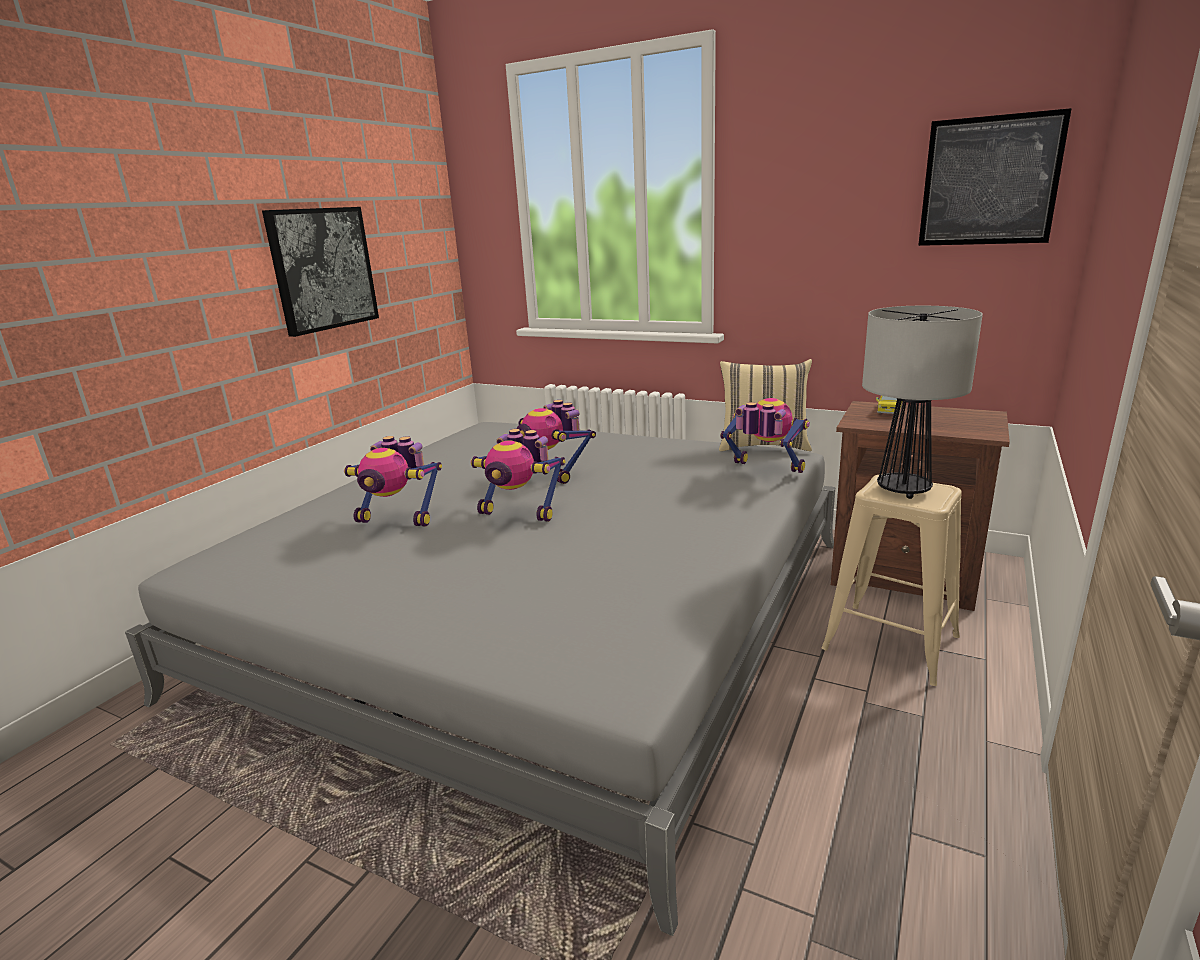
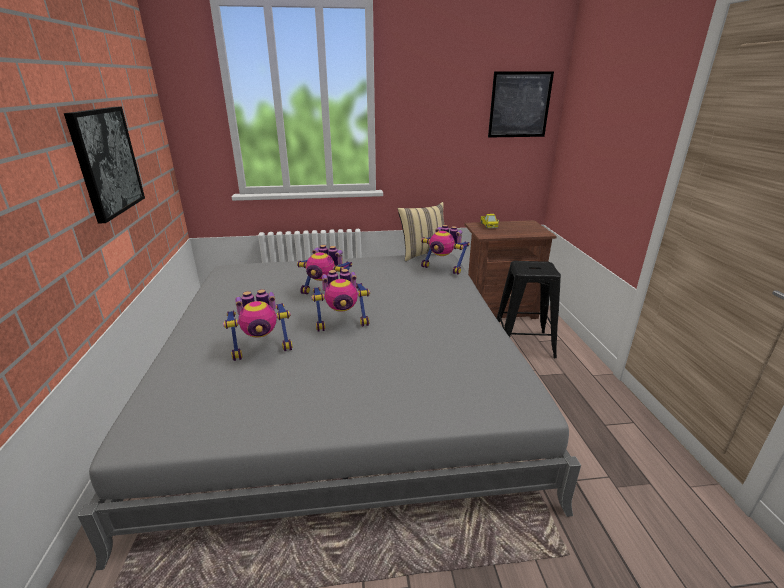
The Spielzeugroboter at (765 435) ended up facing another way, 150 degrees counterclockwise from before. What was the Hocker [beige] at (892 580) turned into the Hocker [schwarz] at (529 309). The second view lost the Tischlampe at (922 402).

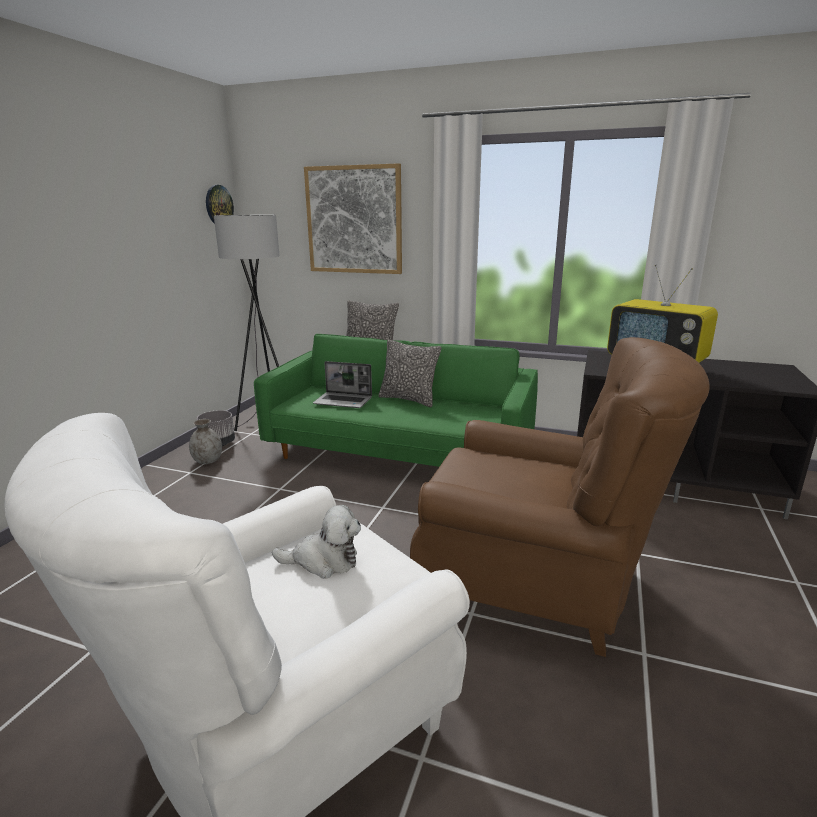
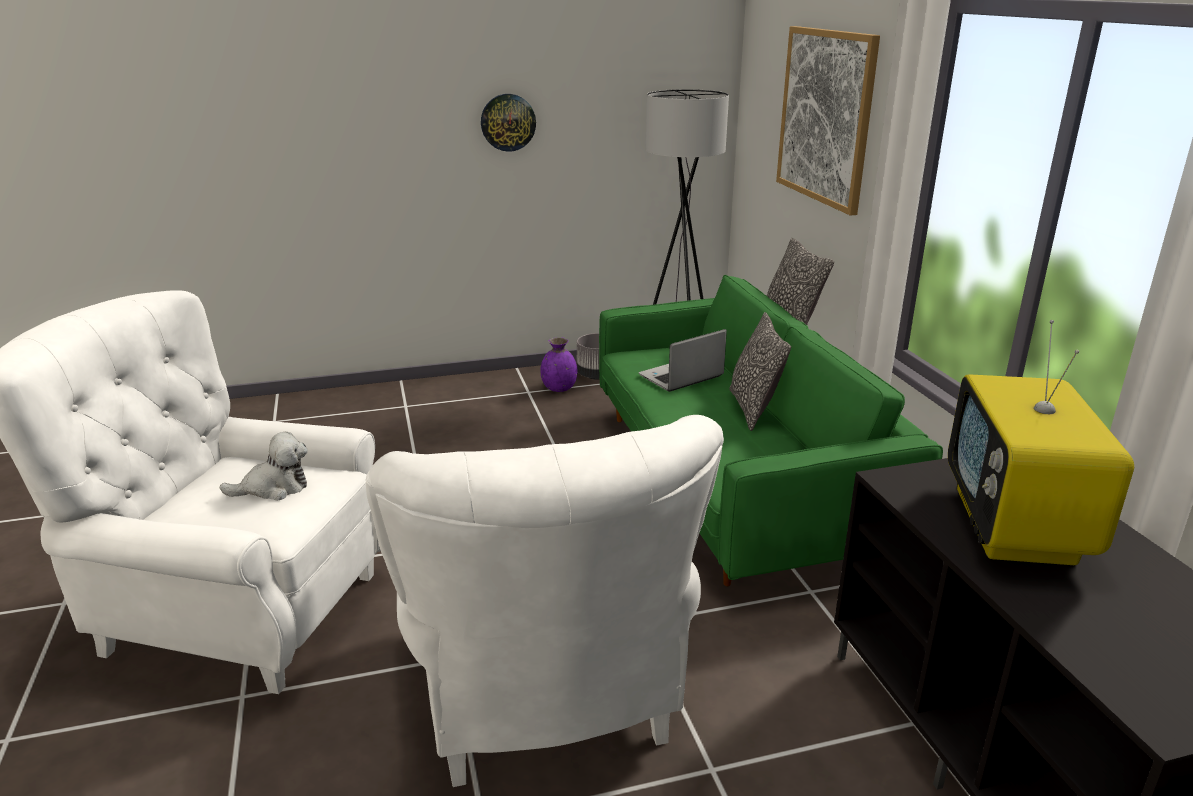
The Plüschtier at (316 542) ended up facing another way, 75 degrees counterclockwise from before. What was the Sessel [braun] at (560 497) turned into the Sessel [weiß] at (544 601). The Wanduhr ended up elsewhere, having gone from (220 204) to (508 123). What was the Vase [grau] at (205 441) turned into the Vase [lila] at (559 364). The Laptop at (342 384) ended up facing another way, 75 degrees clockwise from before.

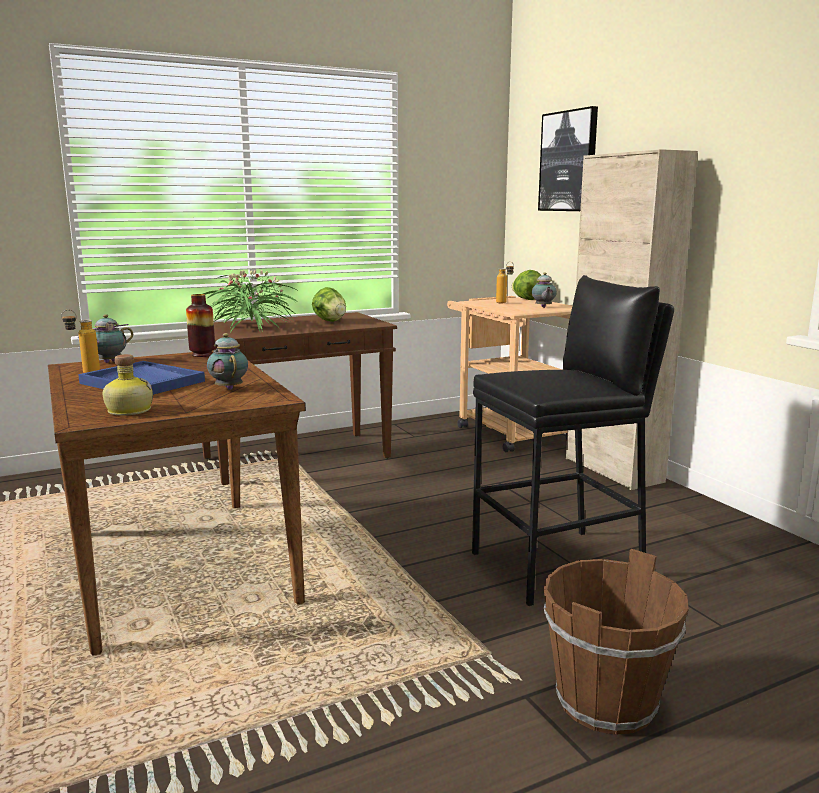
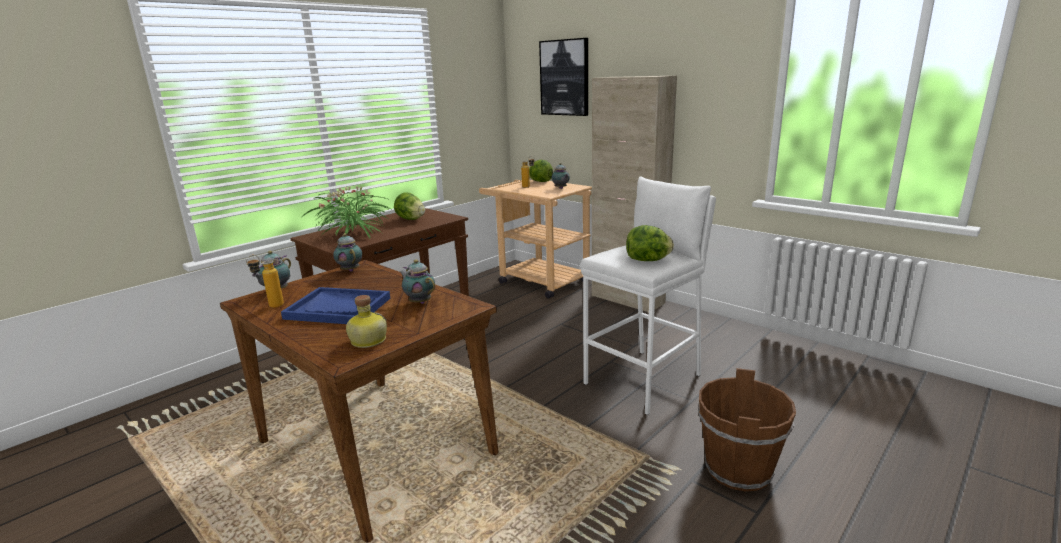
Where the Vase stood at (200 325), the Teekanne came to stand at (347 252). What was the Hocker [schwarz] at (573 440) turned into the Hocker [weiß] at (648 296). The second view gained the Salatkopf at (650 243).

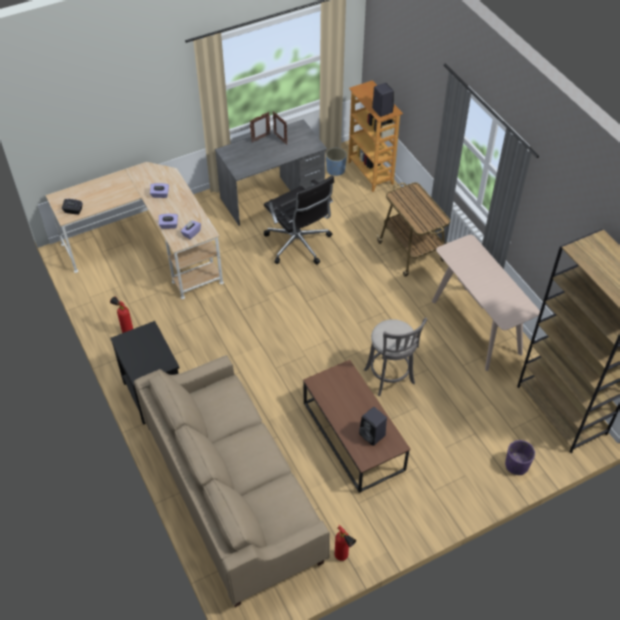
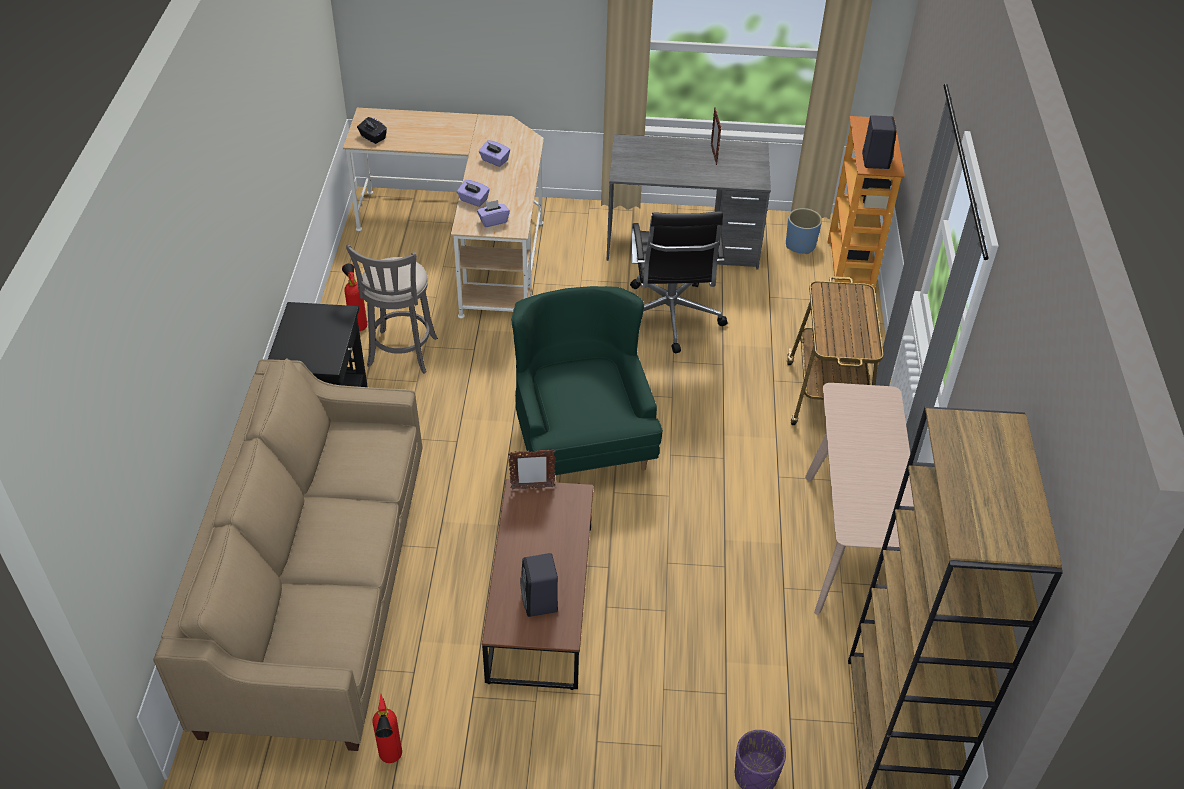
The Hocker [grau] ended up elsewhere, having gone from (395 357) to (392 309). The Bilderrahmen ended up elsewhere, having gone from (260 127) to (532 469). The second view gained the Sessel [grün] at (587 380).

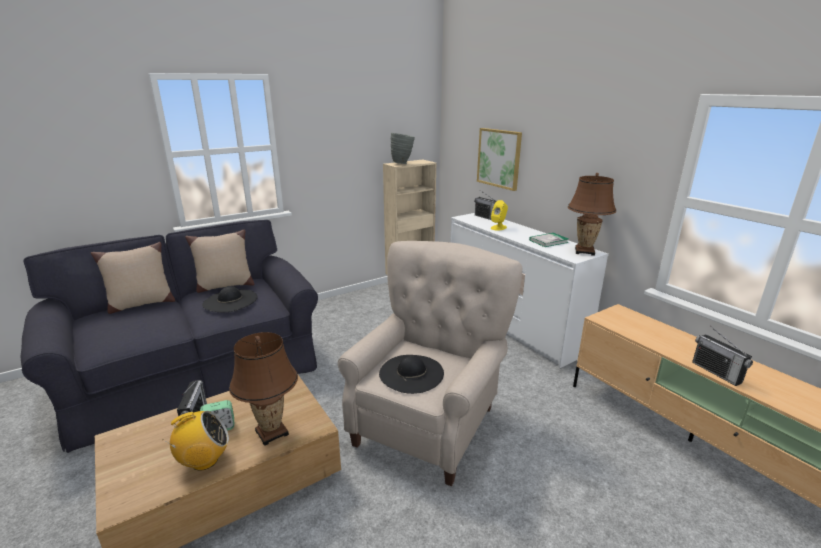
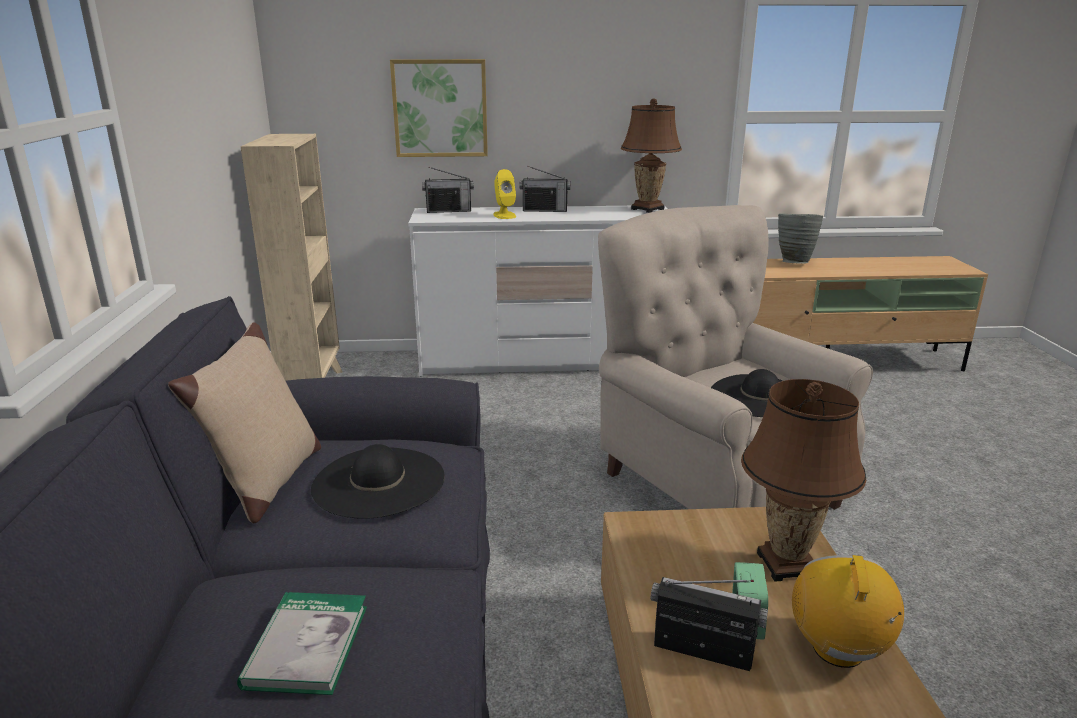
The Buch ended up elsewhere, having gone from (549 240) to (302 643). The Radio ended up elsewhere, having gone from (722 356) to (545 189). The Vase [grau] ended up elsewhere, having gone from (403 148) to (800 238). The second view lost the Kissen [beige] at (133 278).

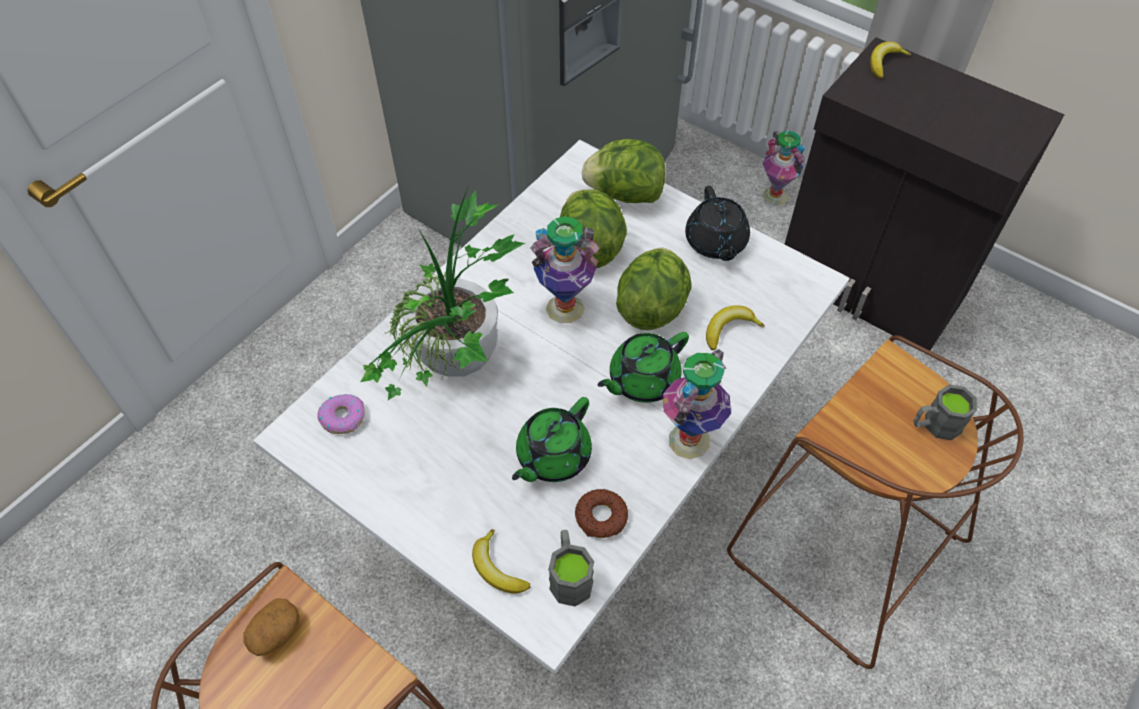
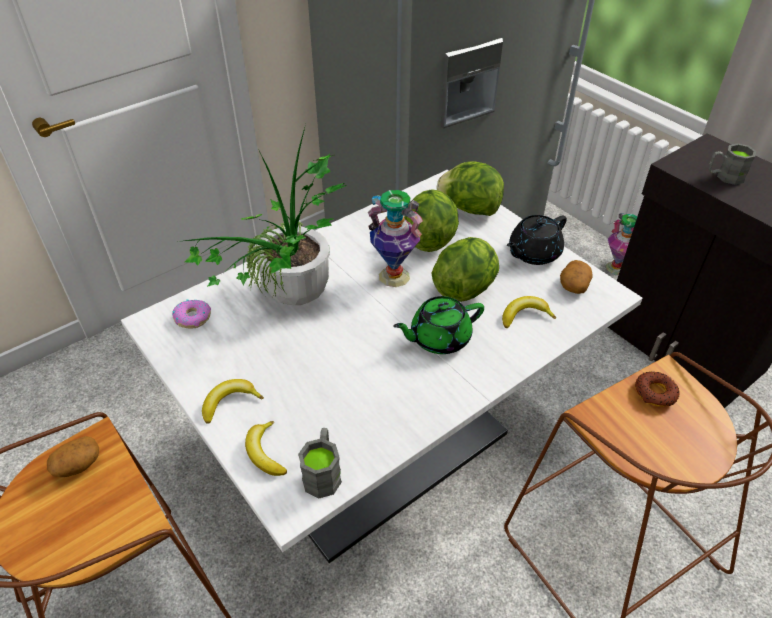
The Banane ended up elsewhere, having gone from (890 60) to (233 401). The Teekanne [schwarz] at (717 223) ended up facing another way, 45 degrees clockwise from before. The second view gained the Kartoffel at (576 277). The Donut ended up elsewhere, having gone from (601 513) to (657 389). The Henkelbecher [grau] ended up elsewhere, having gone from (945 412) to (732 164). The second view lost the Teekanne [grün] at (552 439). The second view lost the Vase at (697 404).

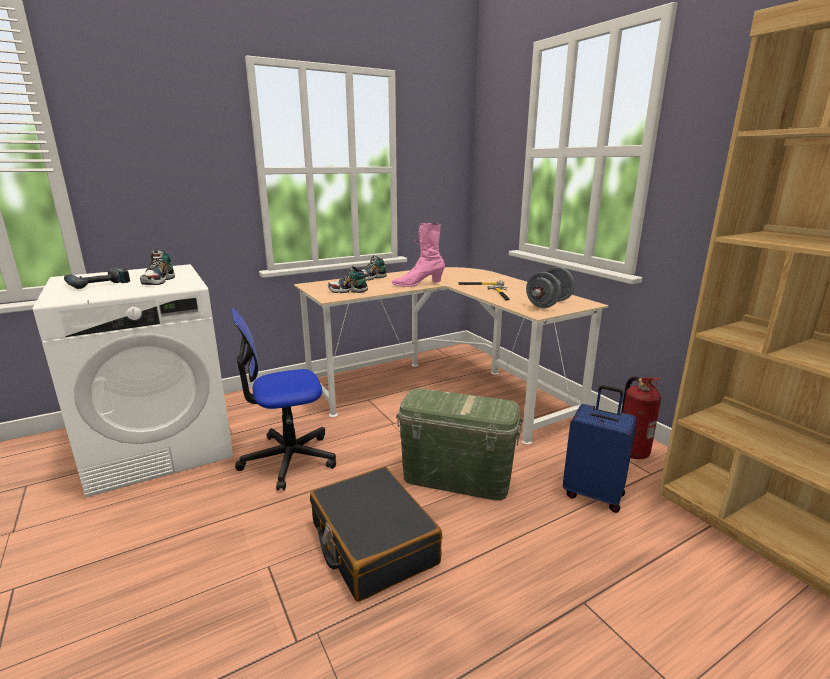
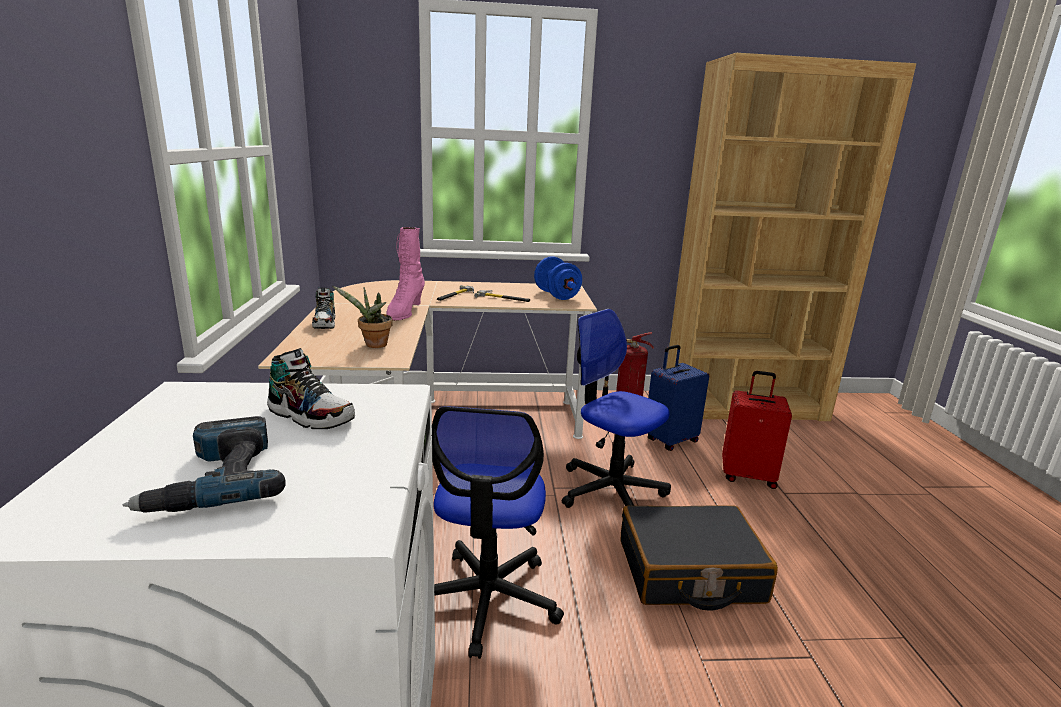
Where the Schuh stood at (348 279), the Topfpflanze came to stand at (363 317). What was the Hantel [grau] at (550 287) turned into the Hantel [blau] at (558 278). Where the Aufbewahrungsbox [grün] stood at (459 444), the Bürostuhl came to stand at (616 408). The second view gained the Koffer [rot] at (757 430).

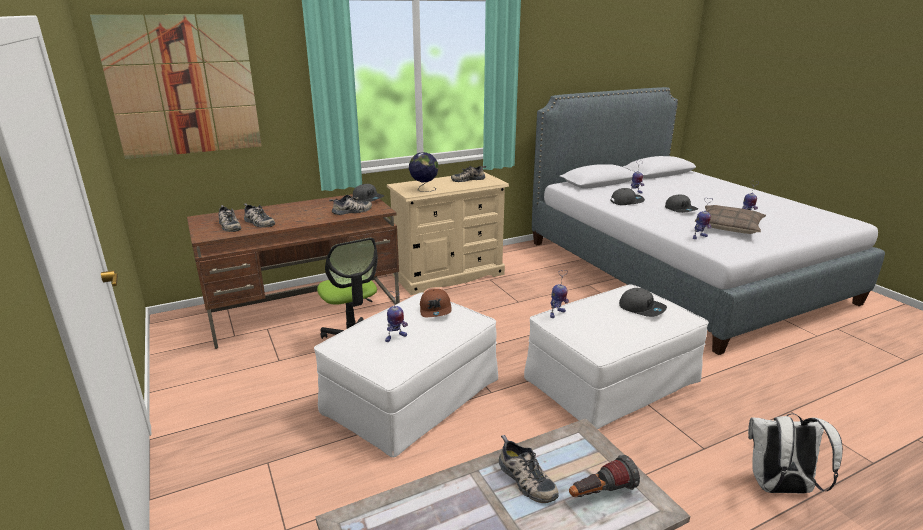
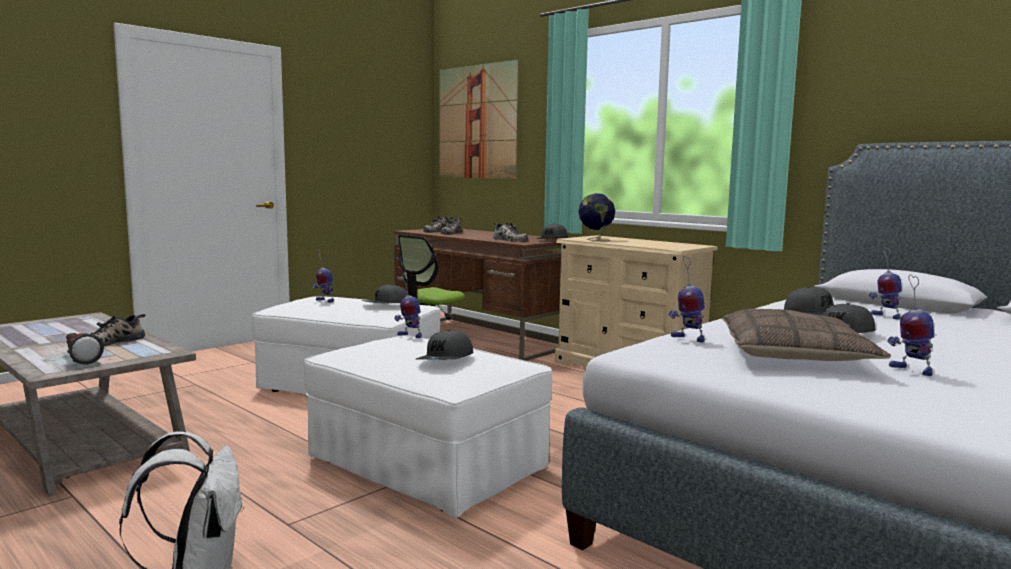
What was the Kappe [braun] at (436 303) turned into the Kappe [grau] at (384 293). The second view lost the Schuh at (468 173).

